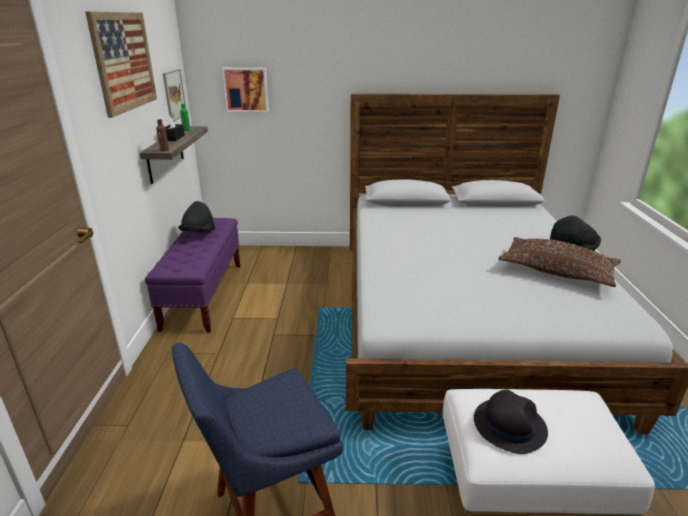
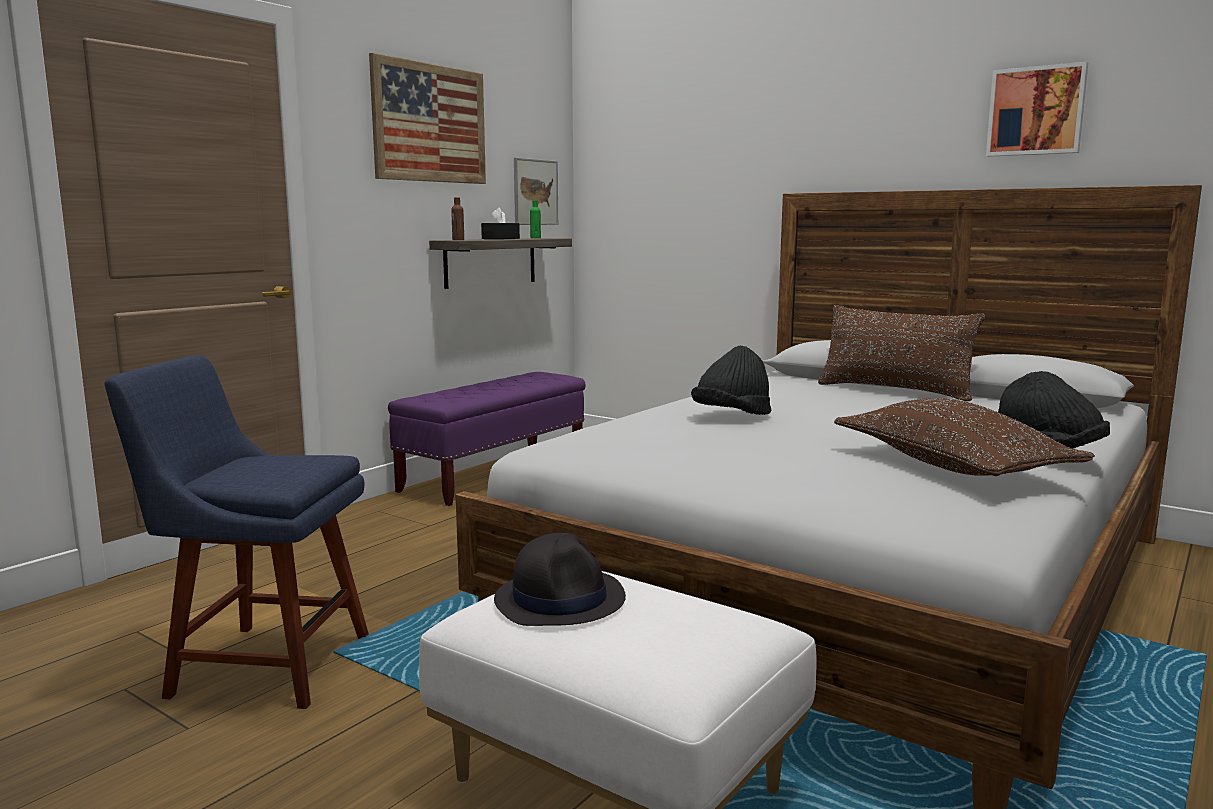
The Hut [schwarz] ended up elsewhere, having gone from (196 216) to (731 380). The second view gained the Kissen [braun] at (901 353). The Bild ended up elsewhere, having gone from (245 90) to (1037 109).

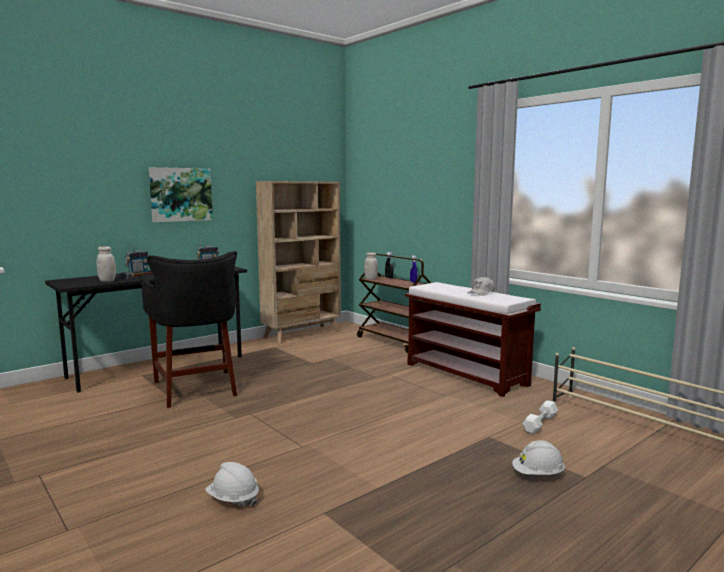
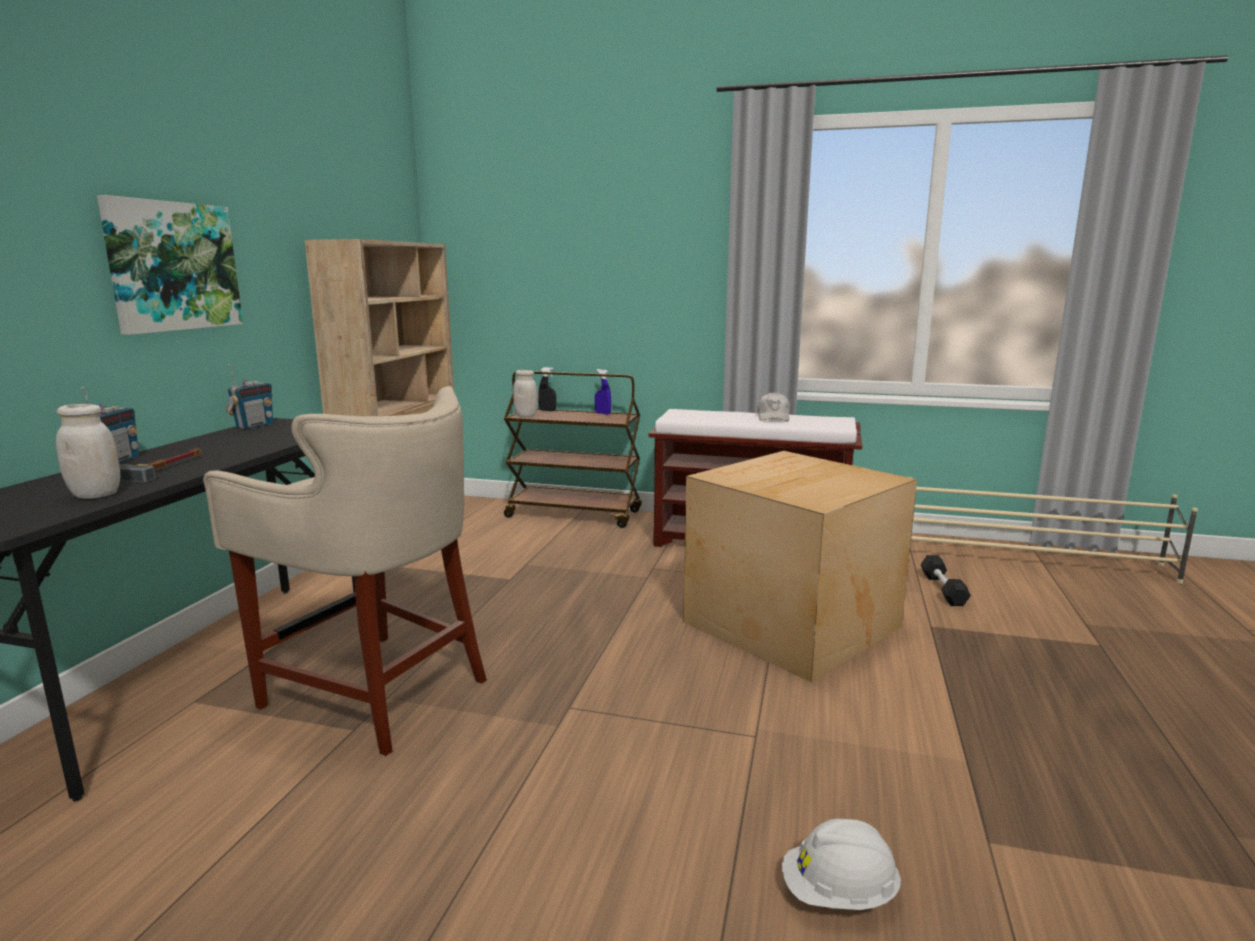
What was the Hocker [schwarz] at (189 329) turned into the Hocker [beige] at (345 571). The second view gained the Karton at (800 567). What was the Hantel [weiß] at (540 417) turned into the Hantel [schwarz] at (945 580). The second view lost the Schutzhelm [weiß] at (538 457).

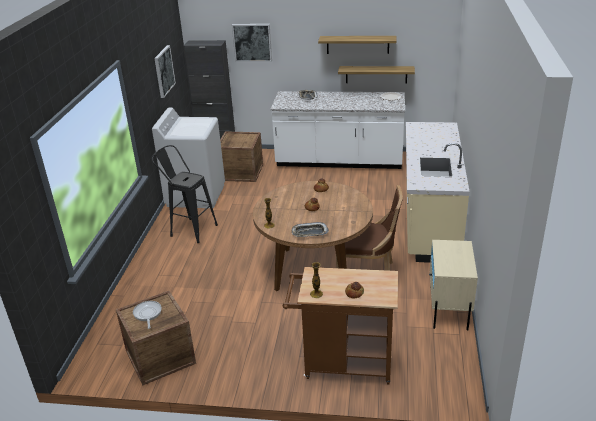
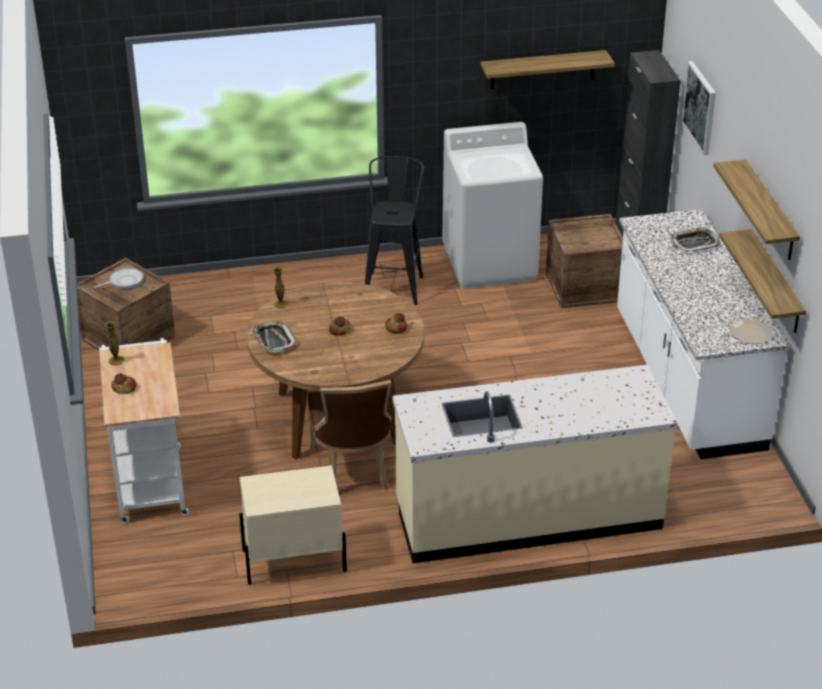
What was the Rollwagen [braun] at (340 325) turned into the Rollwagen [weiß] at (144 430). Where the Bild hung at (165 71), the Wandregal came to hang at (547 69).

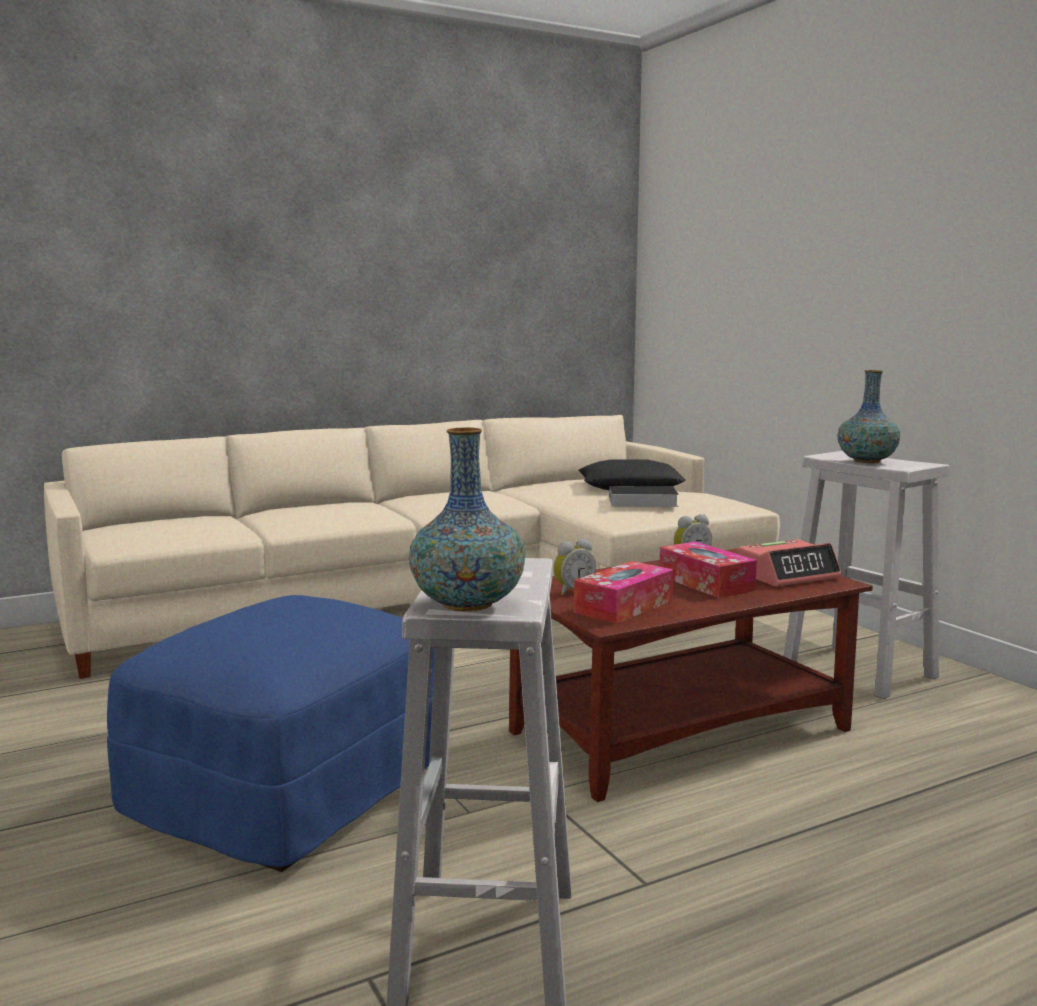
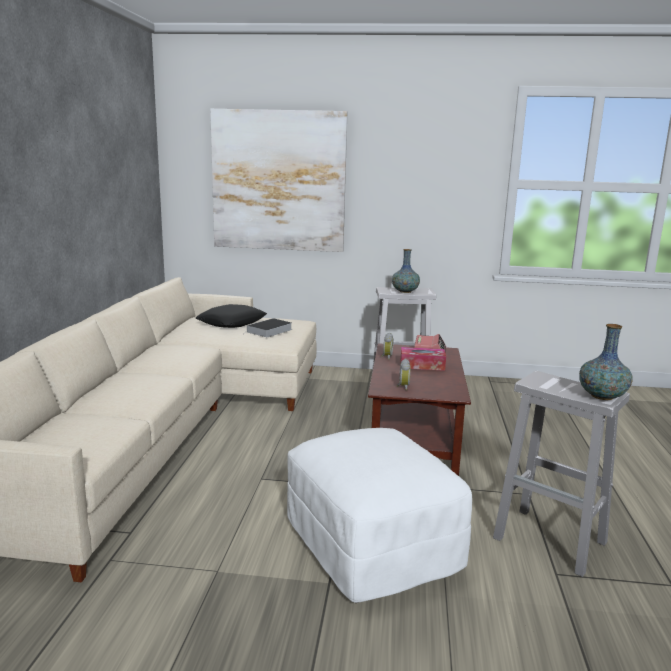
The second view gained the Bild at (278 180). What was the Polsterhocker [blau] at (271 733) turned into the Polsterhocker [weiß] at (379 515). The second view lost the Taschentuchbox at (624 592).

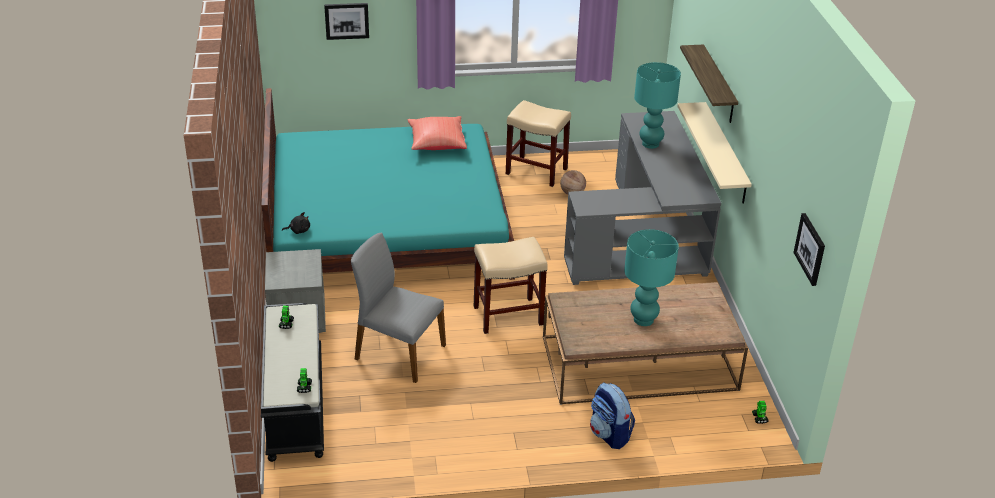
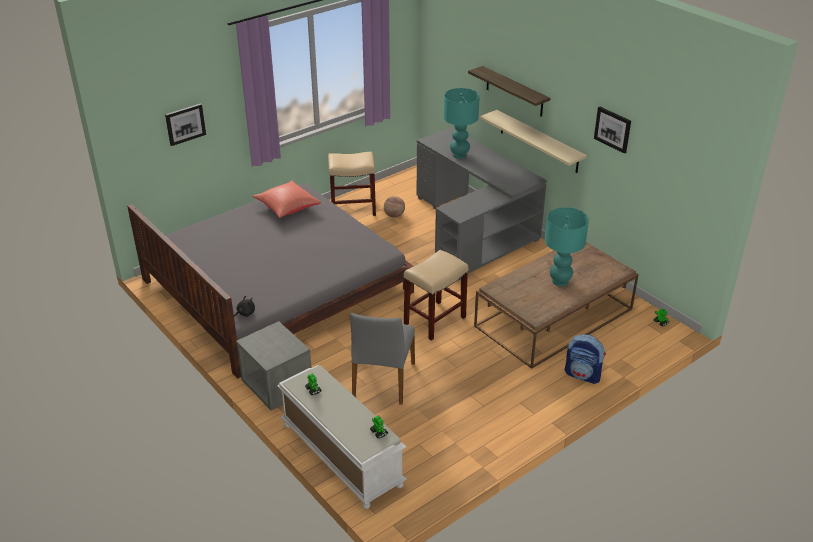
What was the Bett [türkis] at (388 184) turned into the Bett [grau] at (270 281). What was the Bank [schwarz] at (292 382) turned into the Bank [weiß] at (341 437). The Stuhl [grau] at (398 308) ended up facing another way, 75 degrees counterclockwise from before. The Bild ended up elsewhere, having gone from (809 249) to (612 130).

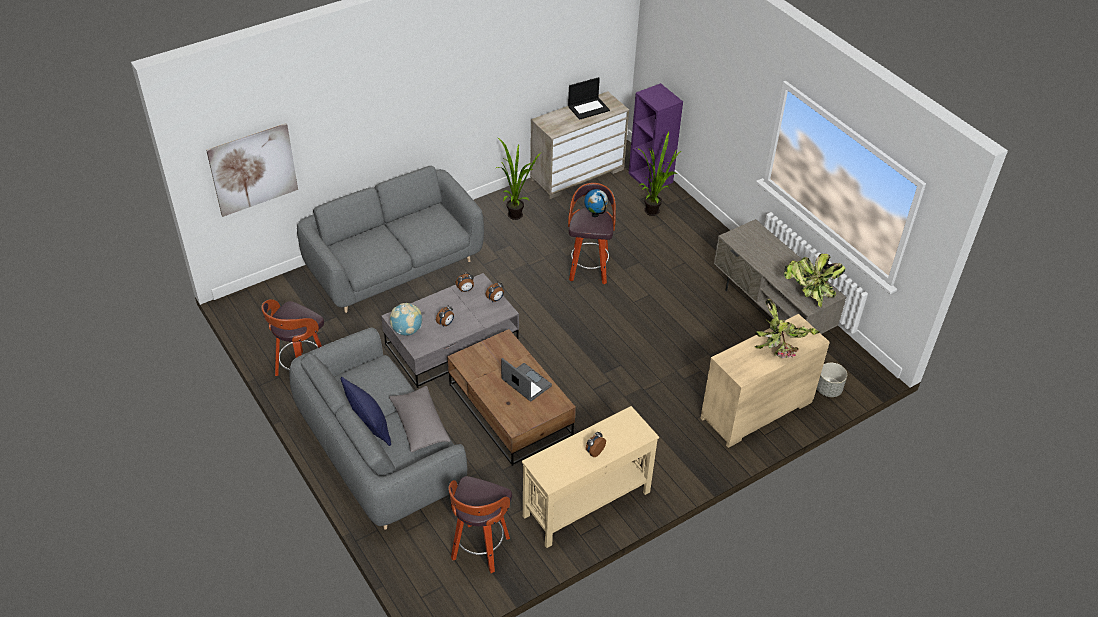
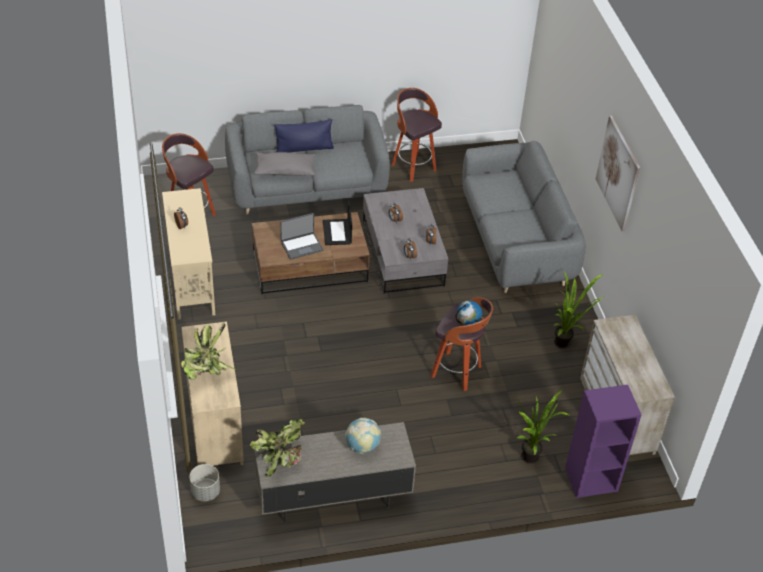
The Laptop ended up elsewhere, having gone from (589 98) to (337 223). The Globus ended up elsewhere, having gone from (405 319) to (363 436). The Bild ended up elsewhere, having gone from (252 170) to (618 174).

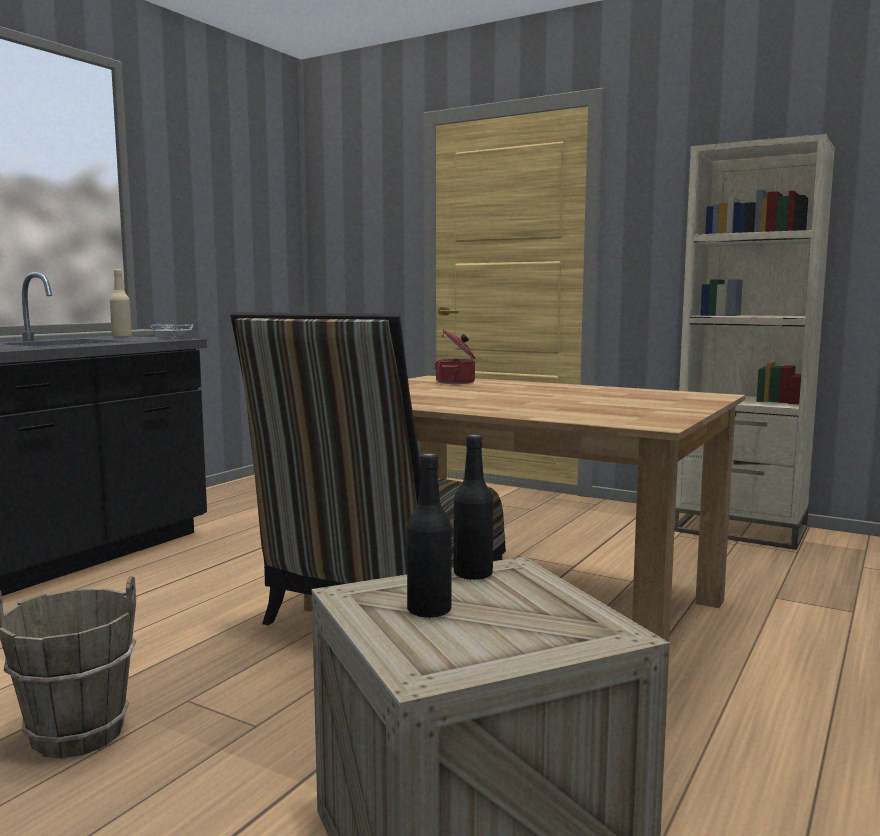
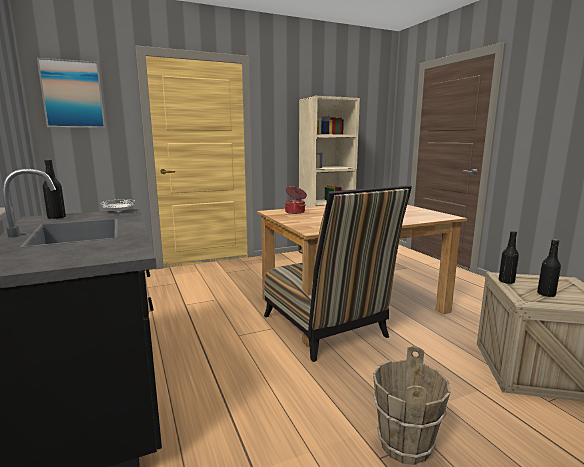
The second view gained the Bild at (71 93). What was the Flasche [beige] at (121 303) turned into the Flasche [schwarz] at (54 189).

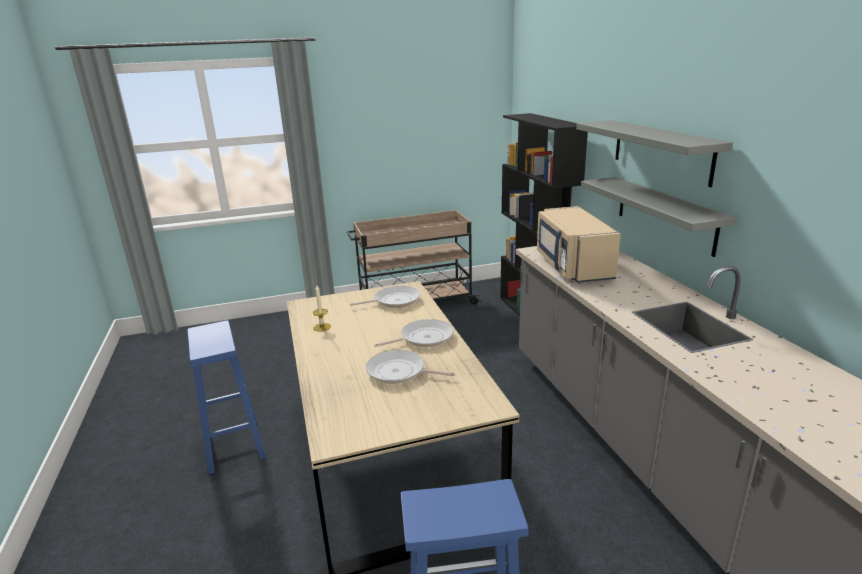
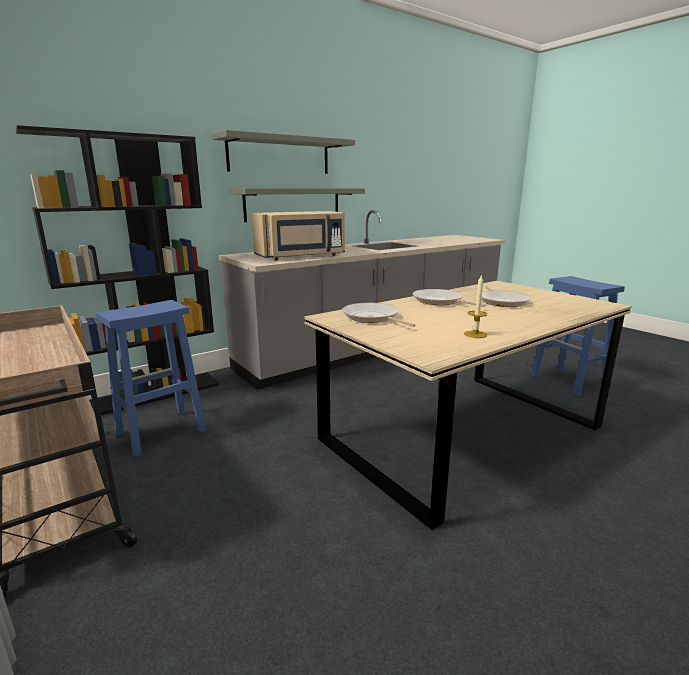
The Hocker [blau] ended up elsewhere, having gone from (226 397) to (151 378).

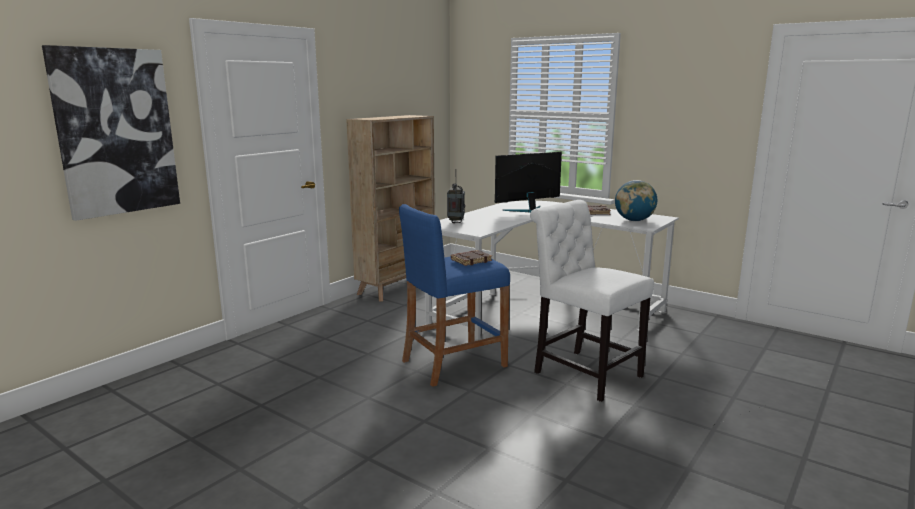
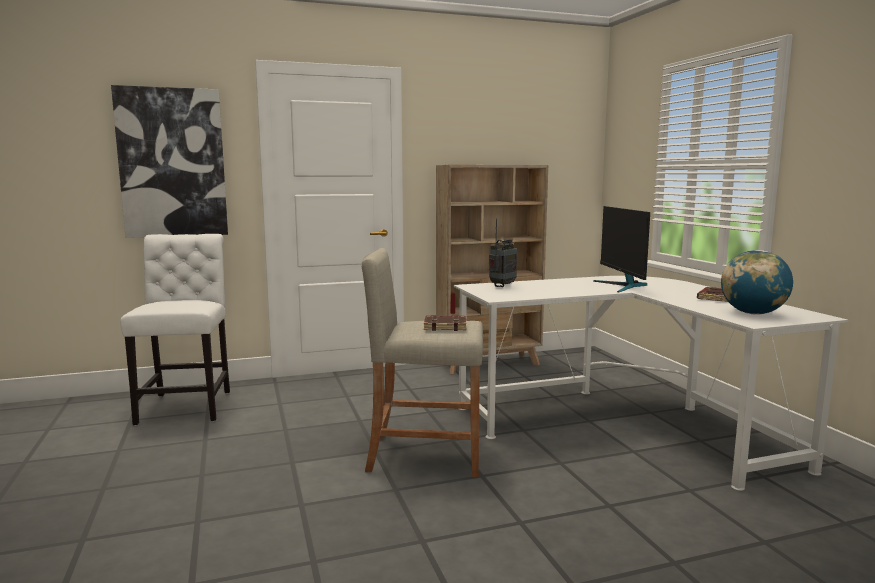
The Stuhl [weiß] ended up elsewhere, having gone from (592 301) to (175 329). What was the Hocker [blau] at (454 295) turned into the Hocker [beige] at (422 362). The Monitor at (528 182) ended up facing another way, 105 degrees counterclockwise from before.

